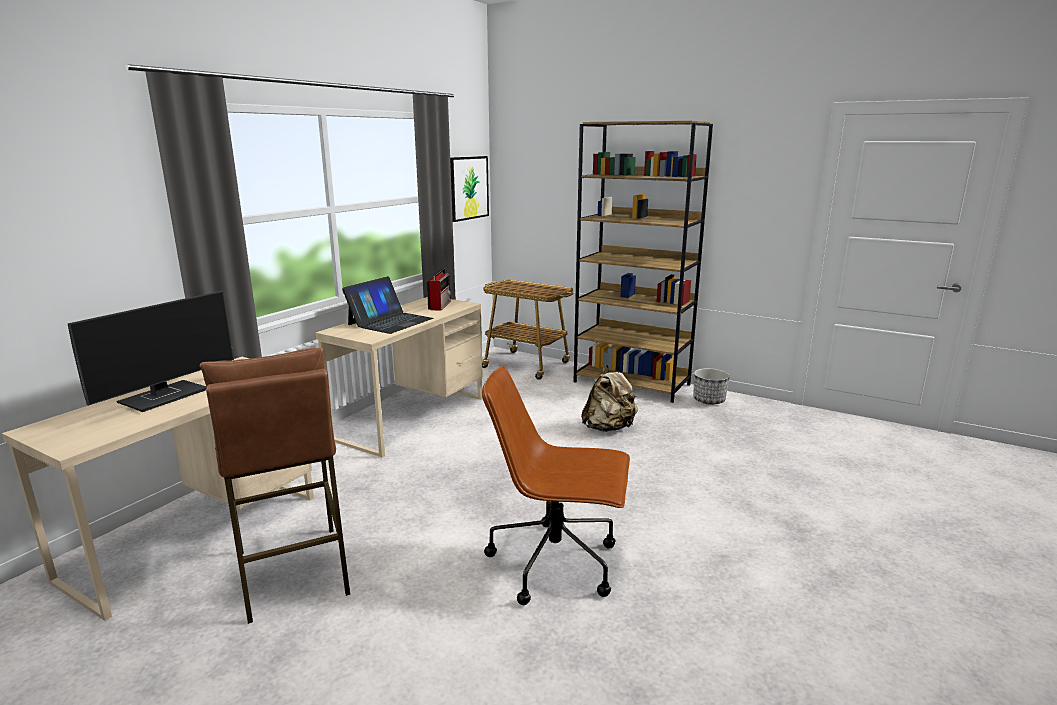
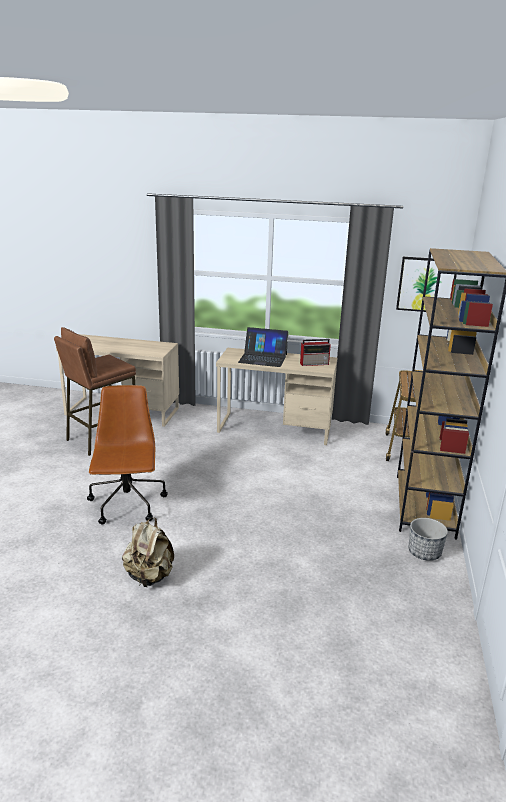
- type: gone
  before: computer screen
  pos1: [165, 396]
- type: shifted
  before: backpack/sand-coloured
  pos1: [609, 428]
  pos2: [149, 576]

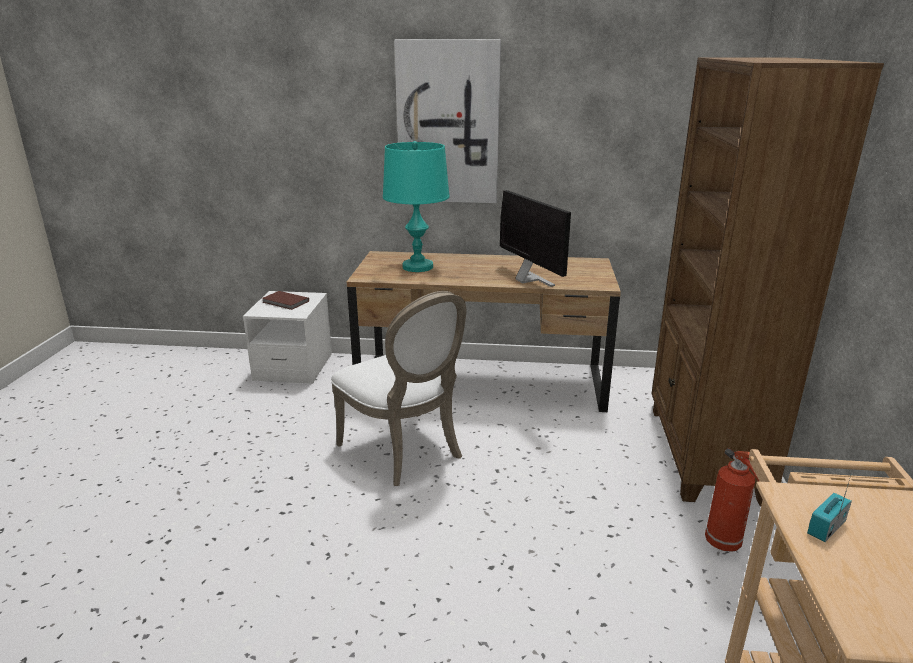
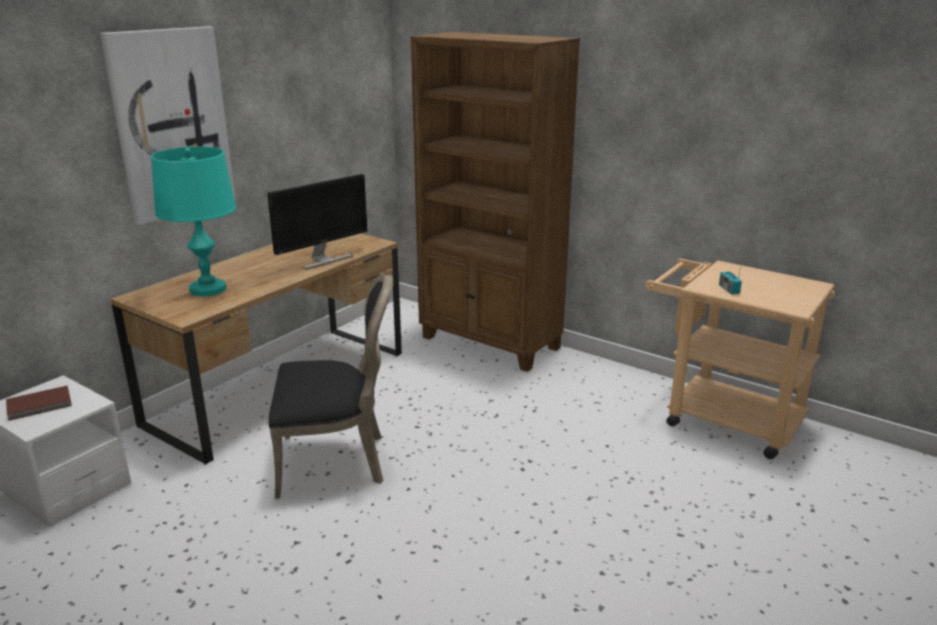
- type: repainted
  before: upright chair/white
  after: upright chair/blackish
  pos1: [405, 451]
  pos2: [336, 462]
- type: rotated
  before: computer screen
  pos1: [529, 279]
  pos2: [323, 260]
  turn: 135
- type: gone
  before: extinguisher
  pos1: [724, 544]

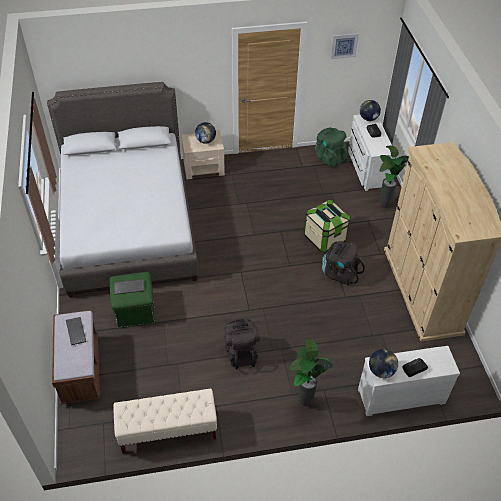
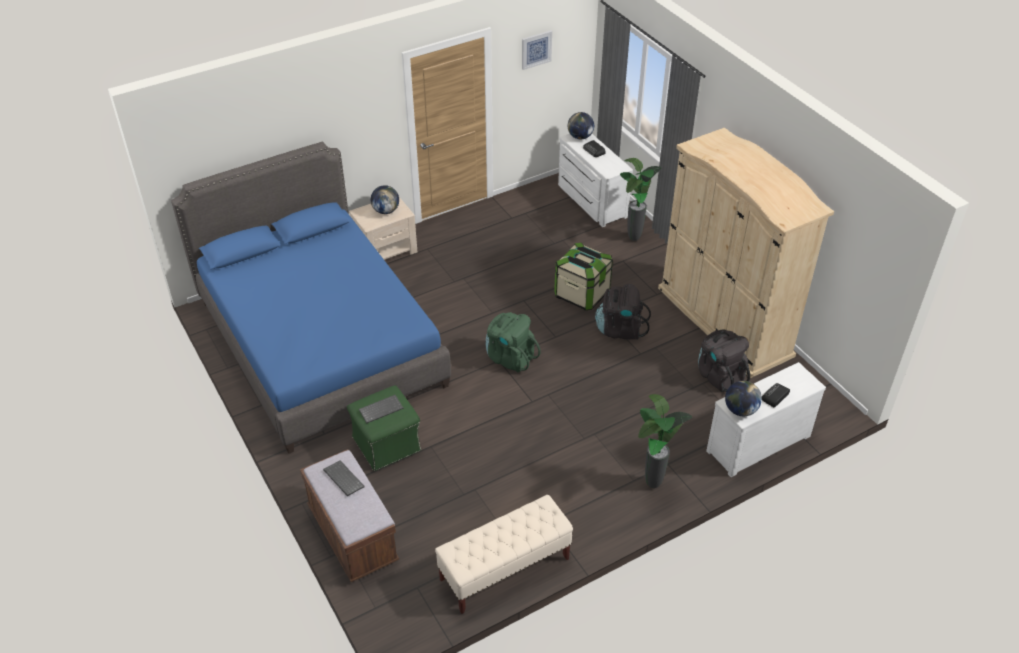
- type: repainted
  before: sleeping bed/grey
  after: sleeping bed/bluish
  pos1: [128, 223]
  pos2: [320, 343]
- type: shifted
  before: backpack/blackish
  pos1: [241, 352]
  pos2: [719, 375]
- type: shifted
  before: backpack/green
  pos1: [329, 157]
  pos2: [510, 357]

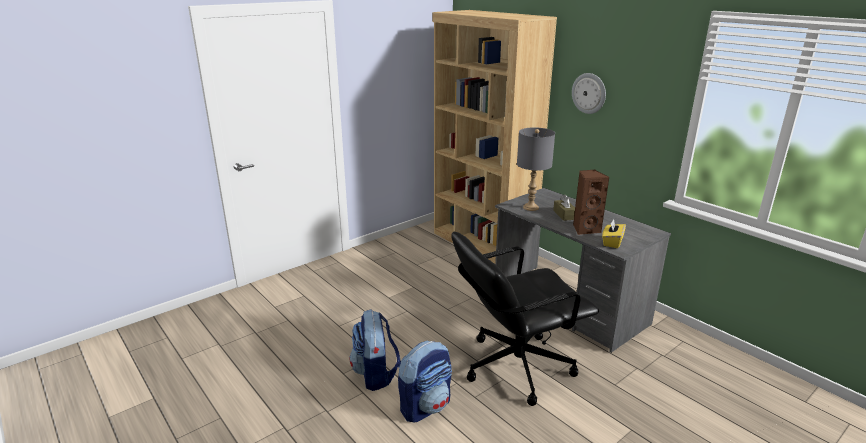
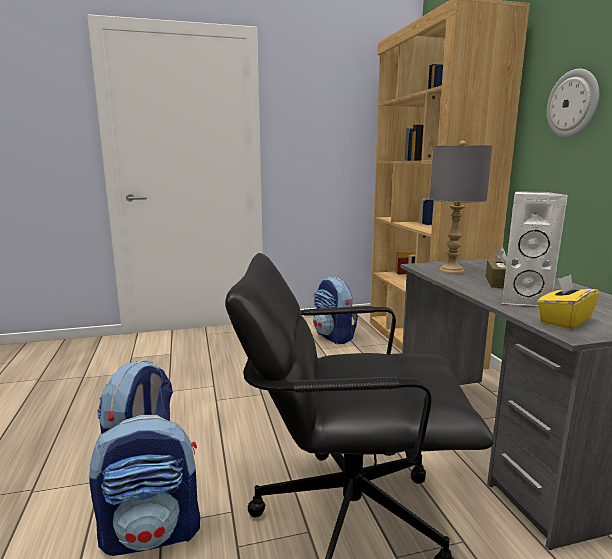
- type: repainted
  before: loudspeaker/brown
  after: loudspeaker/white
  pos1: [585, 229]
  pos2: [523, 300]
- type: new
  after: backpack
  pos2: [334, 336]

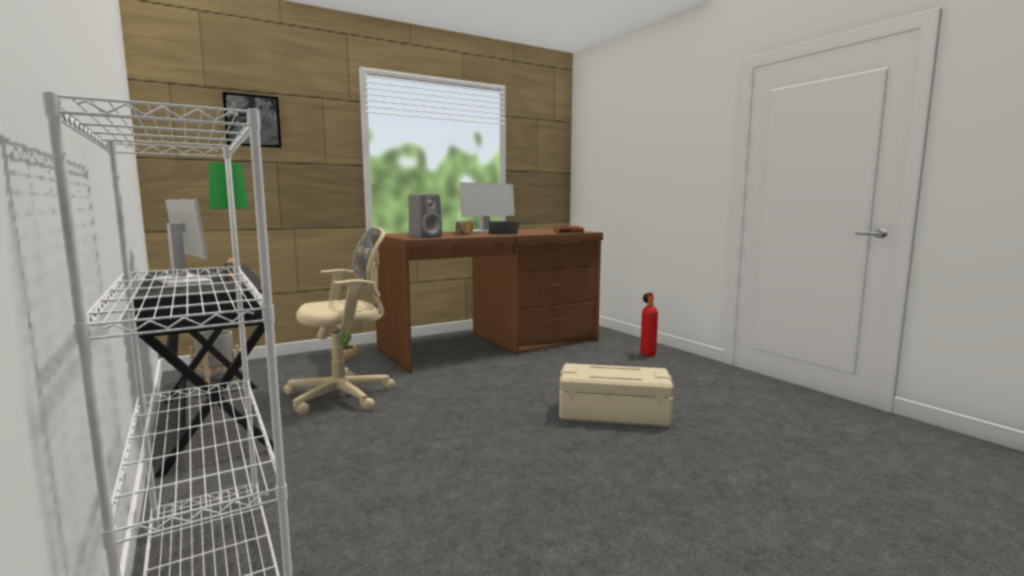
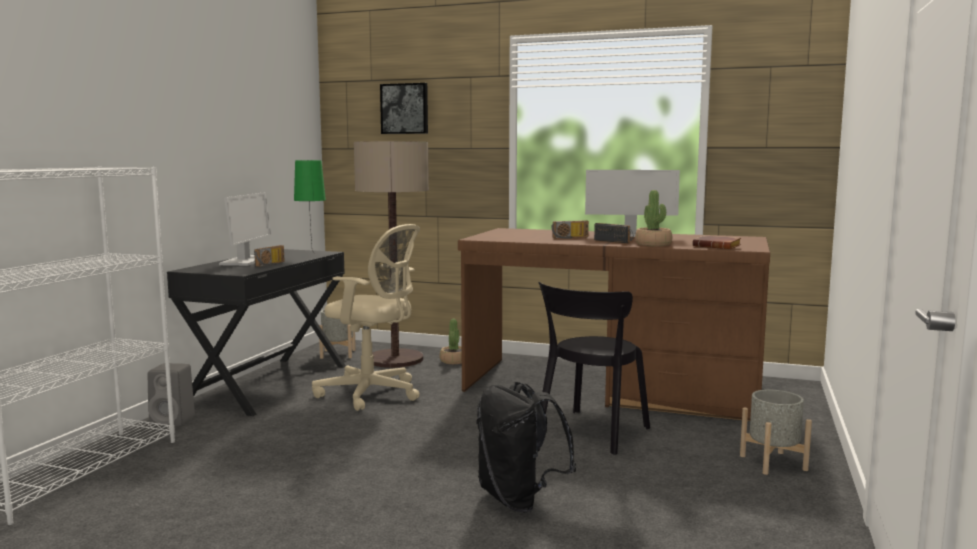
- type: shifted
  before: loudspeaker/grey
  pos1: [426, 237]
  pos2: [174, 420]
- type: swapped
  before: storage box/sand-coloured
  after: backpack/blackish
  pos1: [614, 413]
  pos2: [519, 499]
- type: swapped
  before: extinguisher
  after: plant pot/grey
  pos1: [647, 354]
  pos2: [773, 462]
- type: new
  after: standard lamp
  pos2: [395, 359]
- type: new
  after: upright chair/blackish
  pos2: [590, 433]
- type: new
  after: plant in a pot
  pos2: [653, 244]

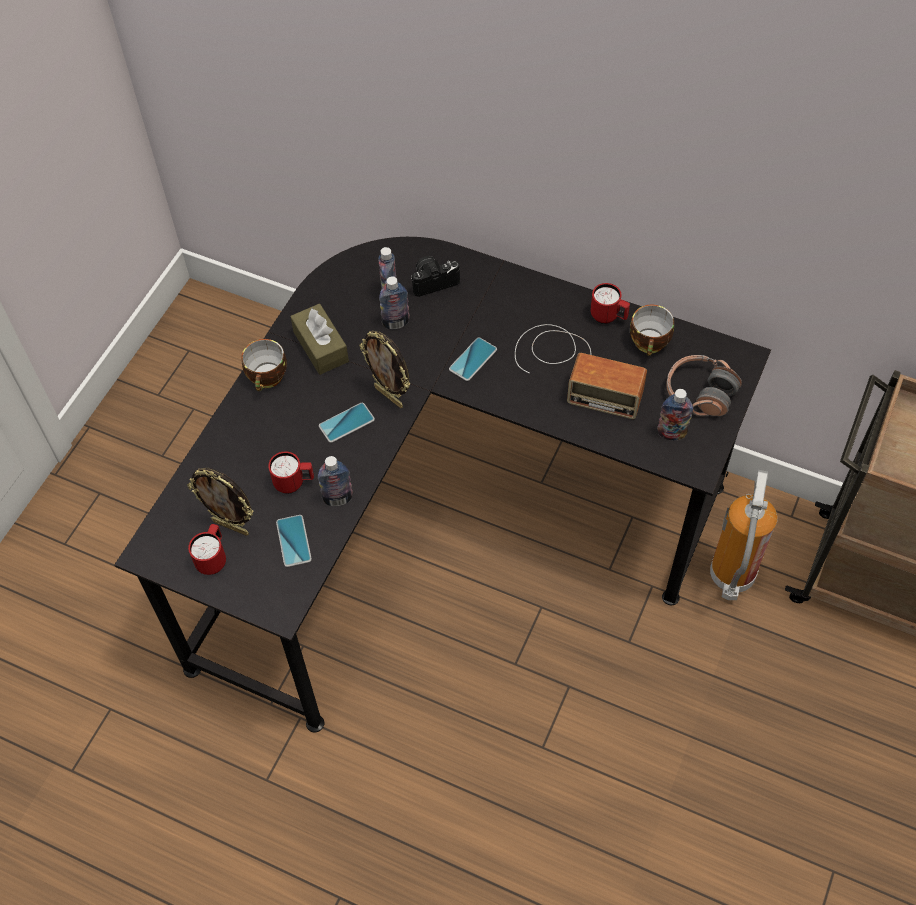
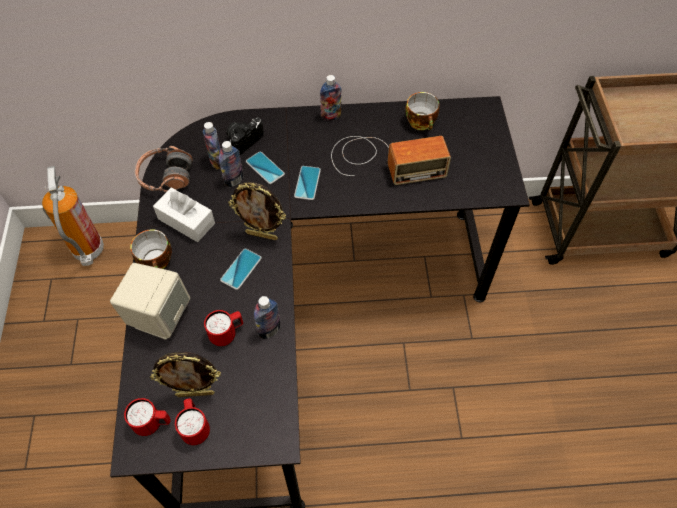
- type: shifted
  before: phone
  pos1: [293, 541]
  pos2: [265, 168]
- type: repainted
  before: box of tissues/brown
  after: box of tissues/white
  pos1: [321, 347]
  pos2: [186, 221]
- type: shifted
  before: tea mug/reddish
  pos1: [608, 317]
  pos2: [153, 424]
- type: shifted
  before: drink bottle
  pos1: [671, 433]
  pos2: [331, 116]
- type: shifted
  before: pair of headphones
  pos1: [700, 393]
  pos2: [166, 176]
- type: shifted
  before: extinguisher
  pos1: [731, 577]
  pos2: [89, 251]
- type: new
  after: loudspeaker/sand-coloured
  pos2: [159, 316]

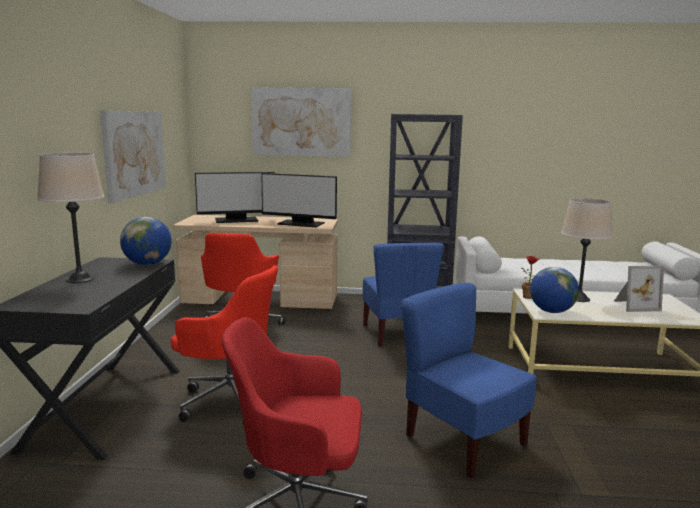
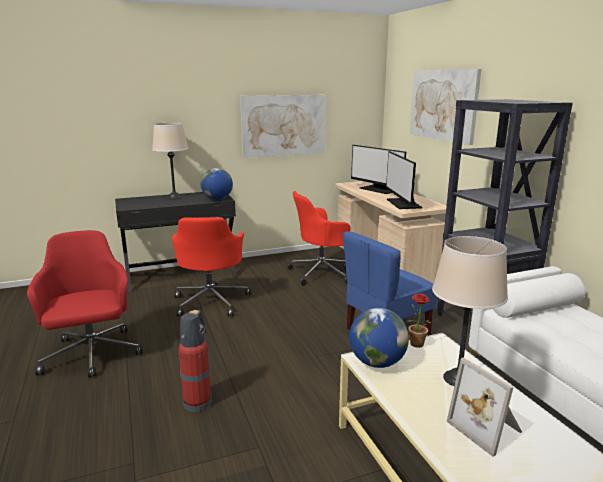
- type: swapped
  before: upright chair/bluish
  after: extinguisher
  pos1: [463, 442]
  pos2: [198, 401]

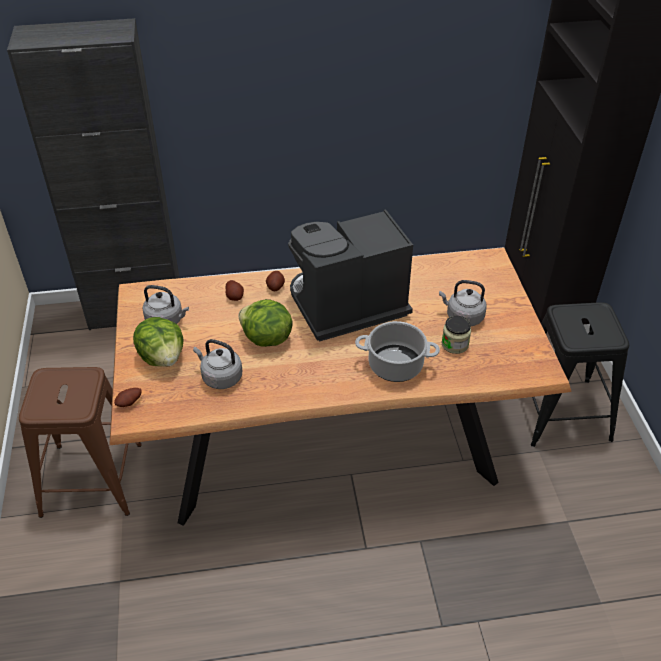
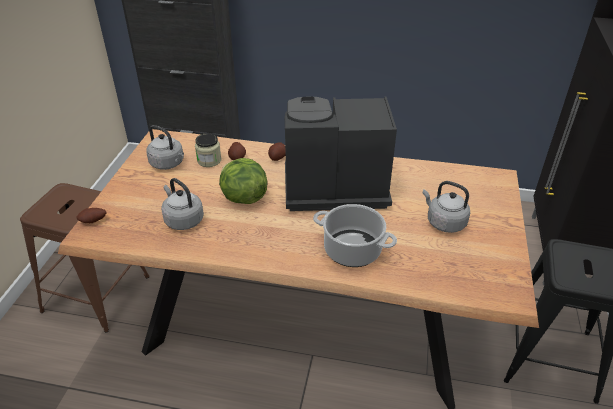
- type: gone
  before: lettuce
  pos1: [163, 357]
- type: shifted
  before: preserve jar
  pos1: [455, 344]
  pos2: [209, 160]

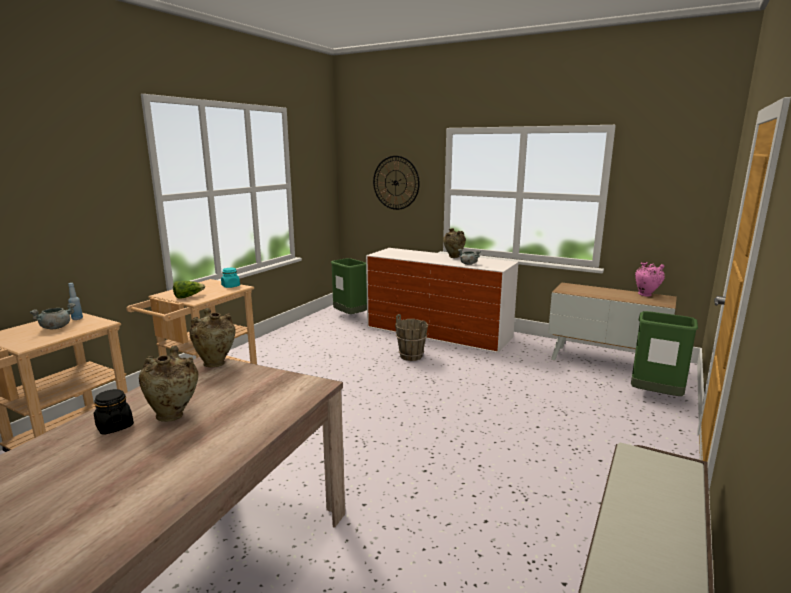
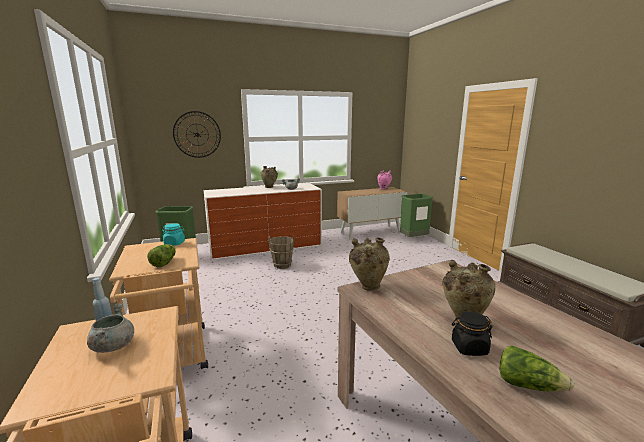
- type: new
  after: lettuce
  pos2: [527, 385]

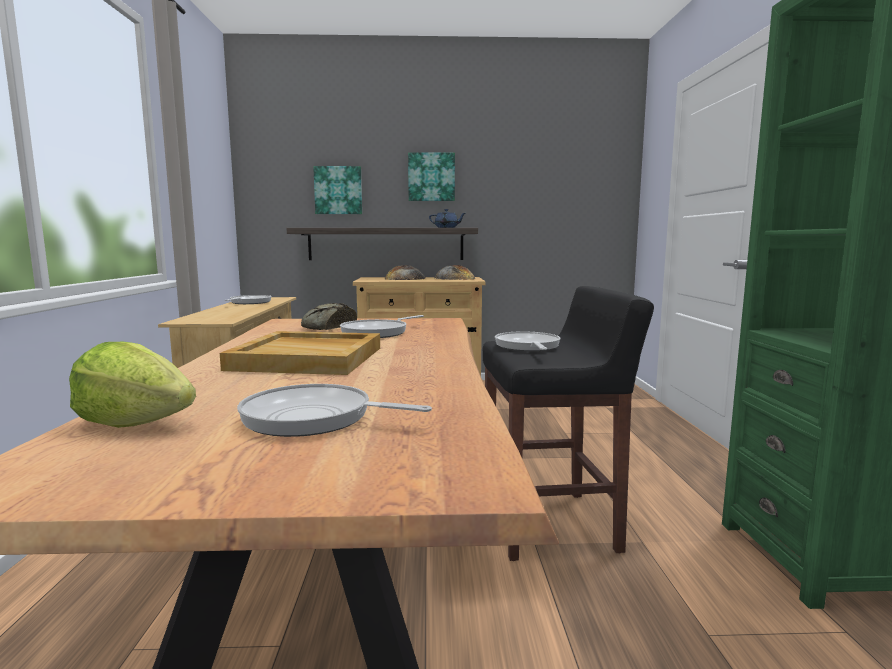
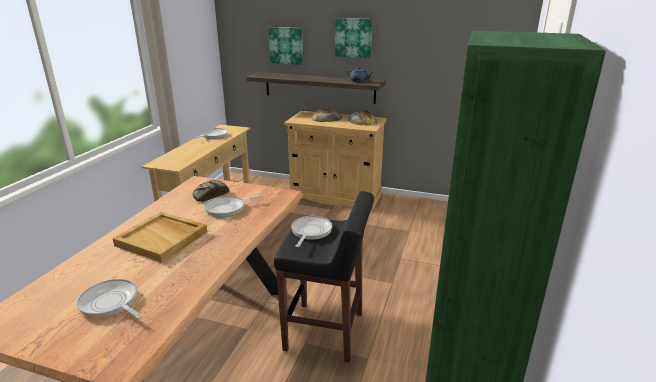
- type: gone
  before: lettuce
  pos1: [136, 423]

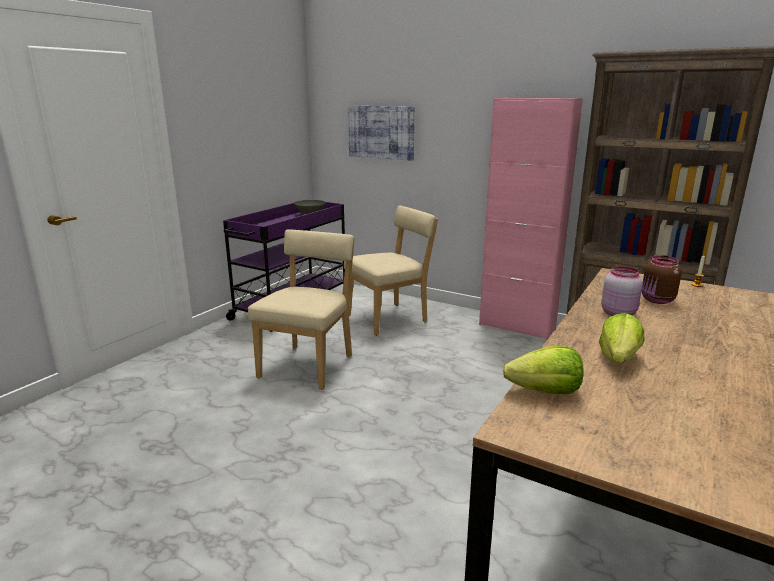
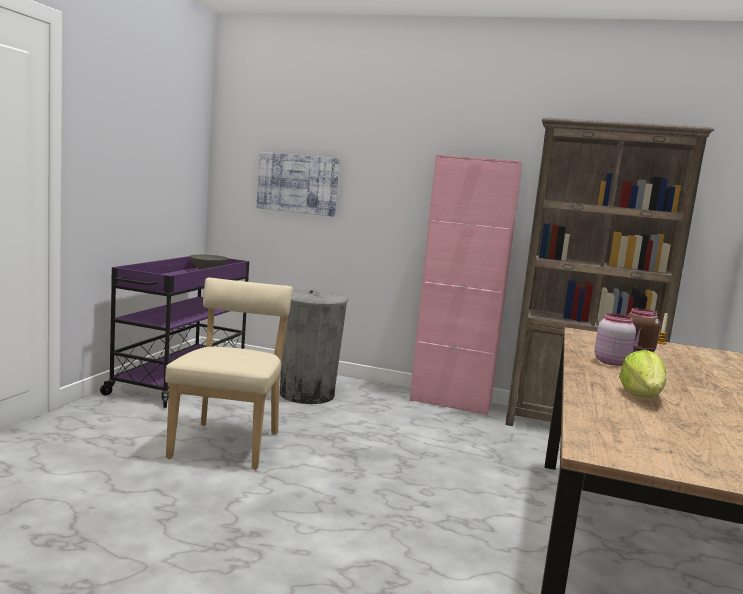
- type: swapped
  before: upright chair/sand-coloured
  after: trash can/grey
  pos1: [390, 318]
  pos2: [307, 394]
- type: gone
  before: lettuce
  pos1: [545, 391]

